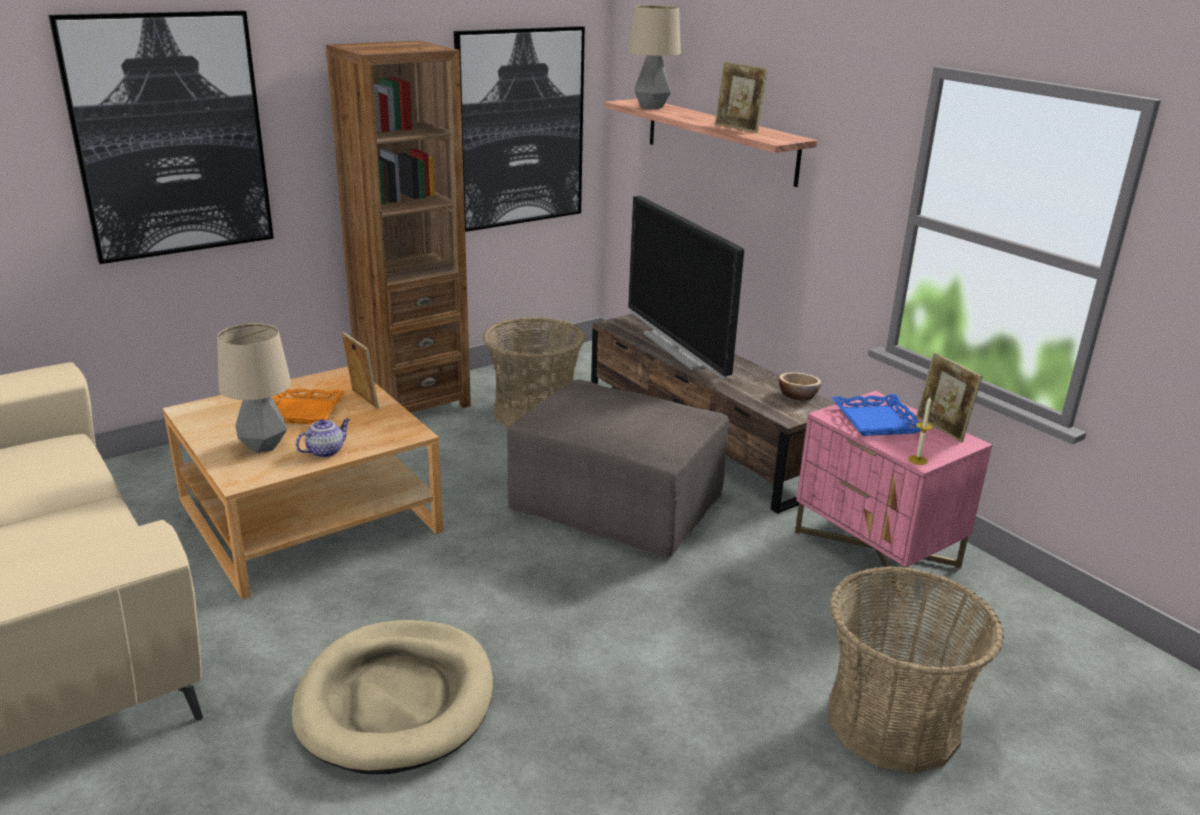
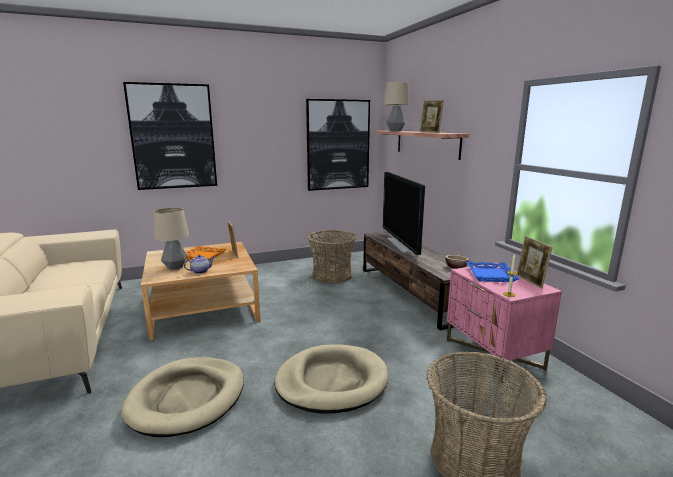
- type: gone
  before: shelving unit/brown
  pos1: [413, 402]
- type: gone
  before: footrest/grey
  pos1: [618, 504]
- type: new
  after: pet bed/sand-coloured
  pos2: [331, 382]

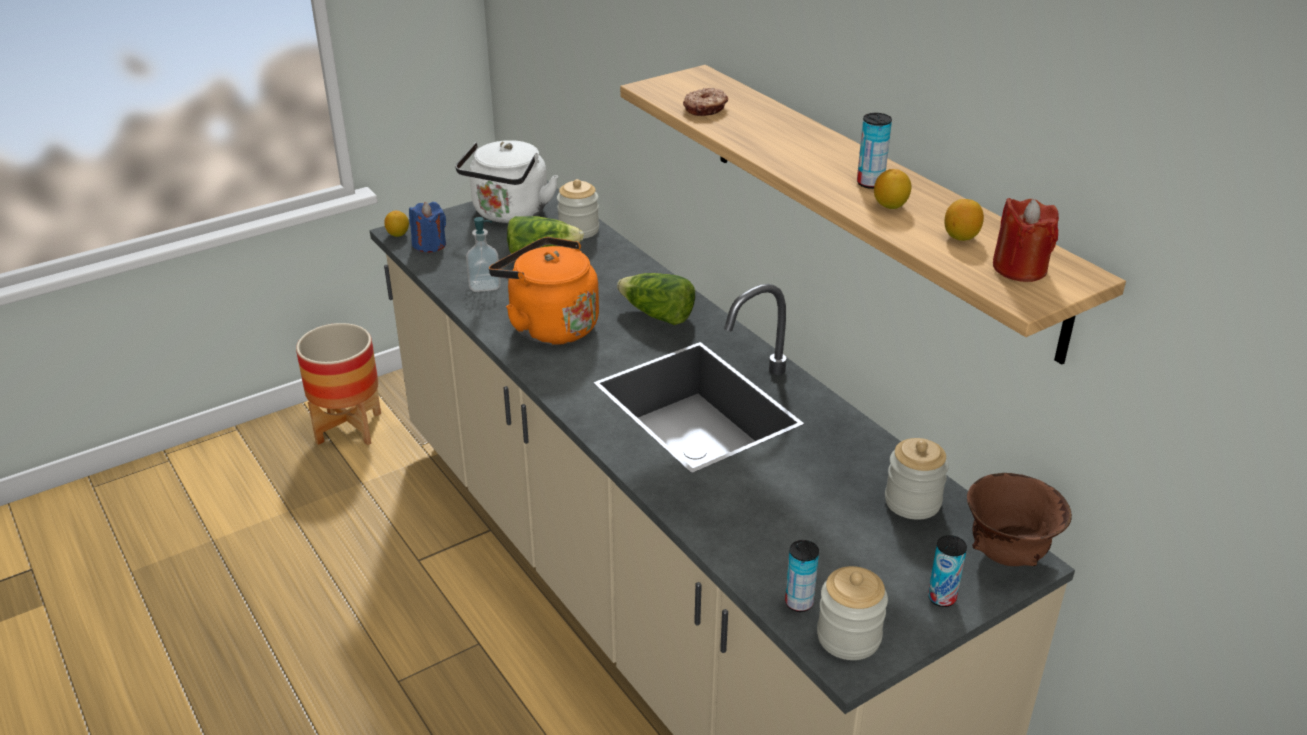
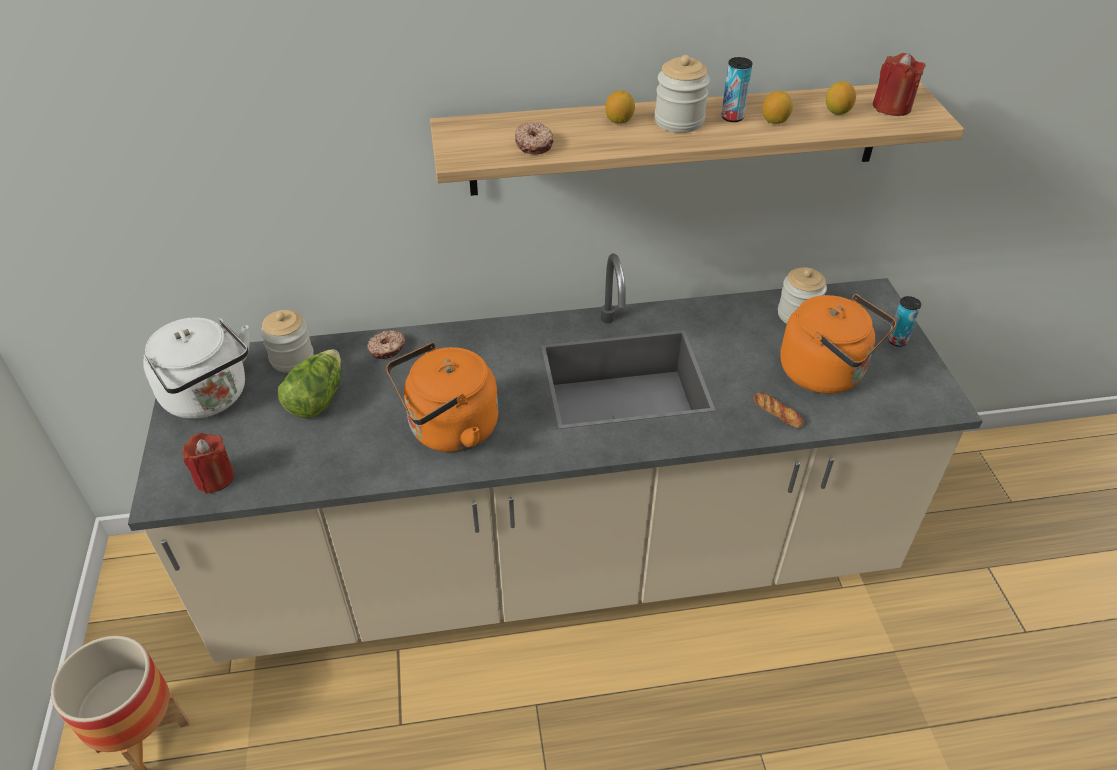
- type: shifted
  before: citrus fruit
  pos1: [398, 234]
  pos2: [619, 121]
- type: repainted
  before: candle/bluish
  after: candle/reddish
  pos1: [429, 245]
  pos2: [214, 478]
- type: gone
  before: liquid soap bottle
  pos1: [484, 285]
- type: gone
  before: lettuce
  pos1: [657, 315]
- type: gone
  before: sealed can
  pos1: [799, 603]
- type: shifted
  before: preserve jar
  pos1: [848, 637]
  pos2: [679, 121]
- type: gone
  before: deep dish/brown
  pos1: [1007, 555]
- type: new
  after: ring doughnut
  pos2: [387, 349]
- type: new
  after: baked bread
  pos2: [777, 413]
- type: new
  after: kettle/orangey
  pos2: [826, 373]

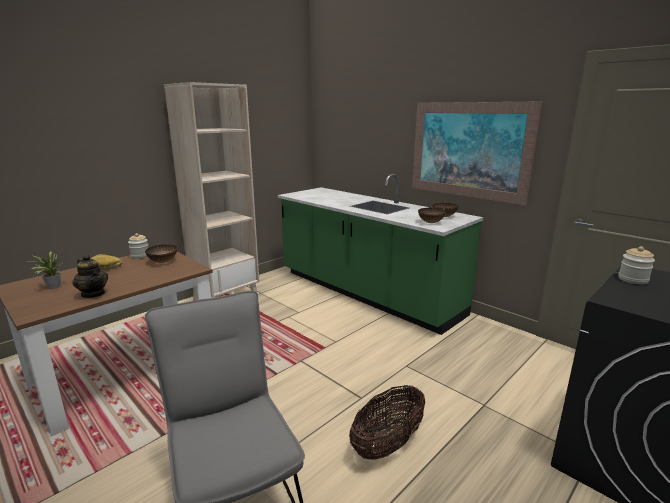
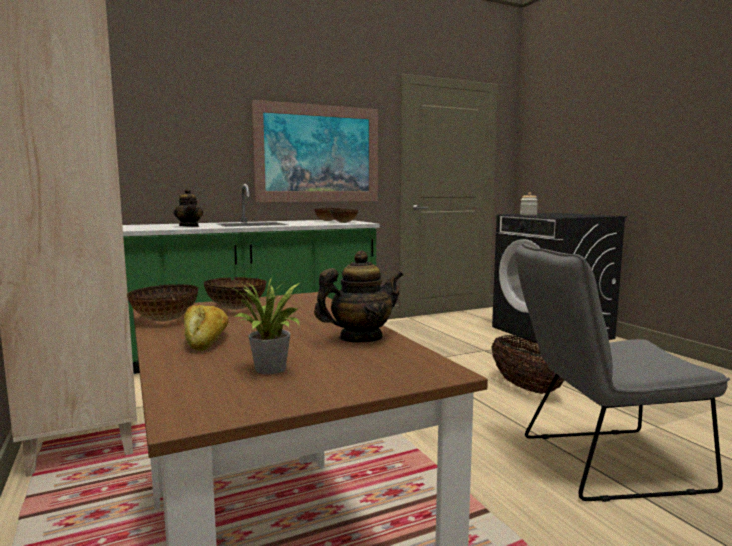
- type: swapped
  before: preserve jar
  after: deep dish
  pos1: [140, 256]
  pos2: [164, 320]
- type: new
  after: teapot
  pos2: [189, 226]

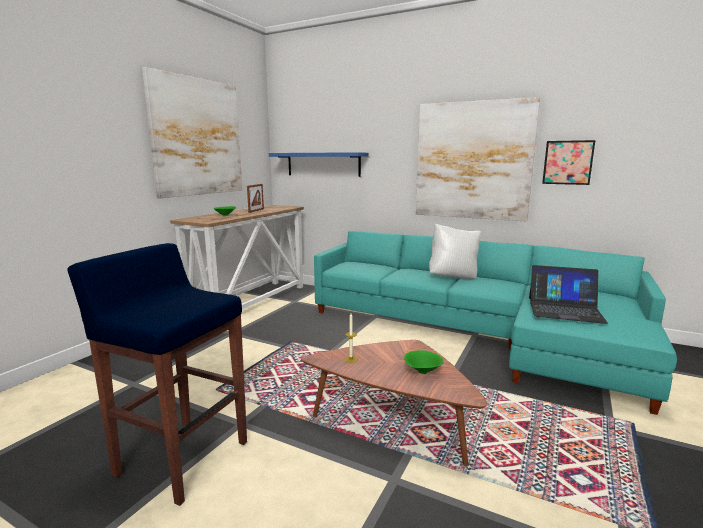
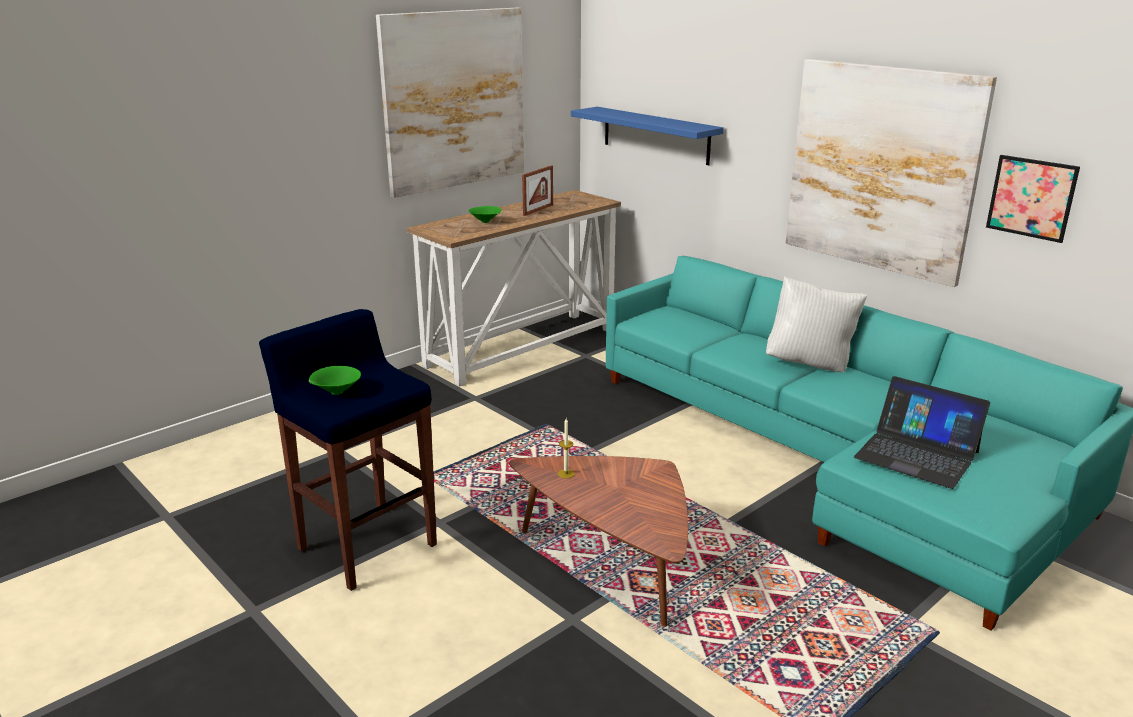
- type: shifted
  before: deep dish/green
  pos1: [422, 372]
  pos2: [336, 392]

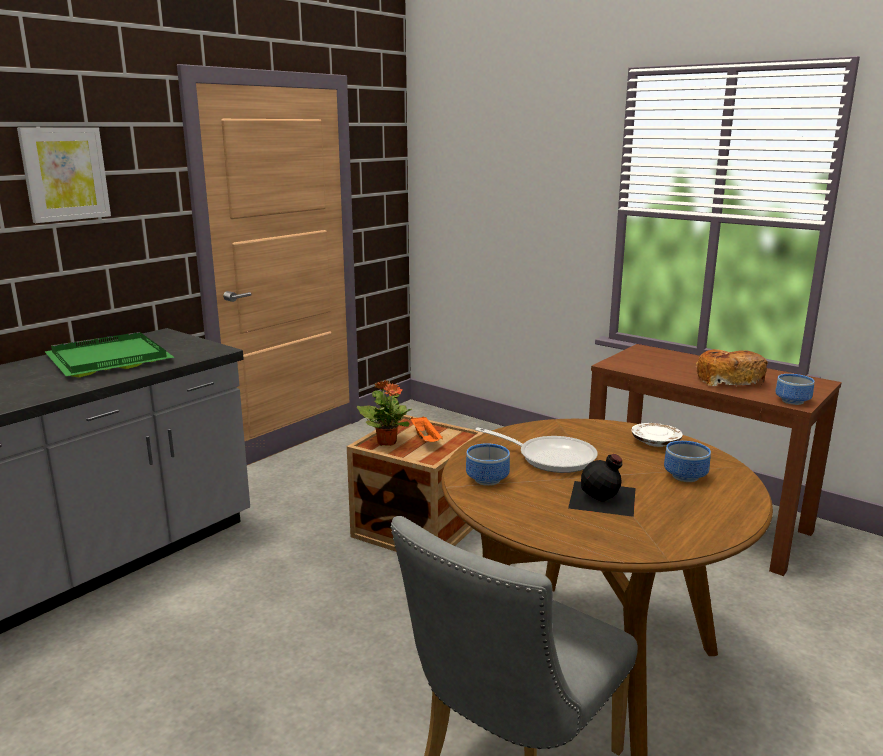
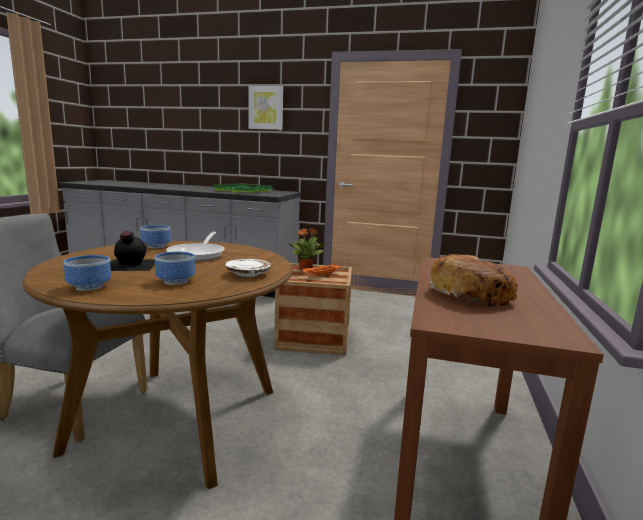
- type: shifted
  before: deep dish
  pos1: [791, 401]
  pos2: [88, 286]

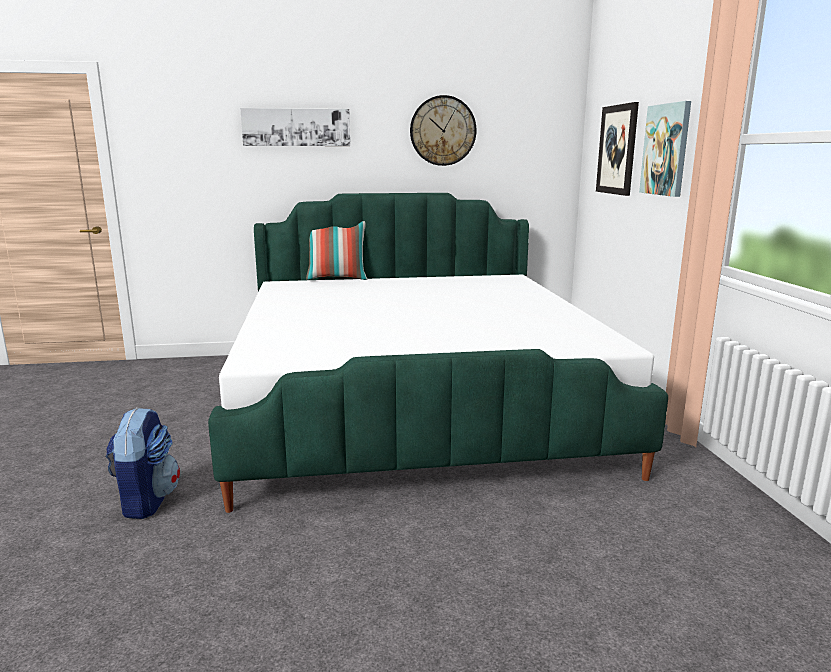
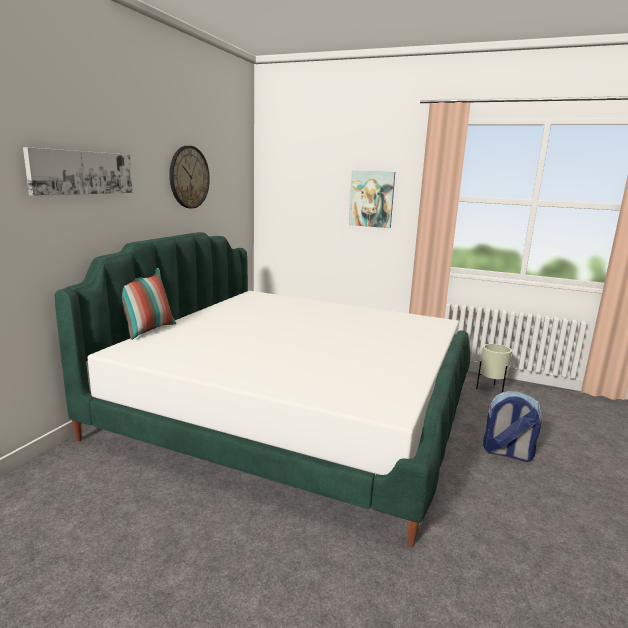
- type: shifted
  before: backpack
  pos1: [146, 501]
  pos2: [507, 453]
- type: gone
  before: wall picture
  pos1: [617, 150]
- type: new
  after: plant pot/sand-coloured
  pos2: [491, 389]

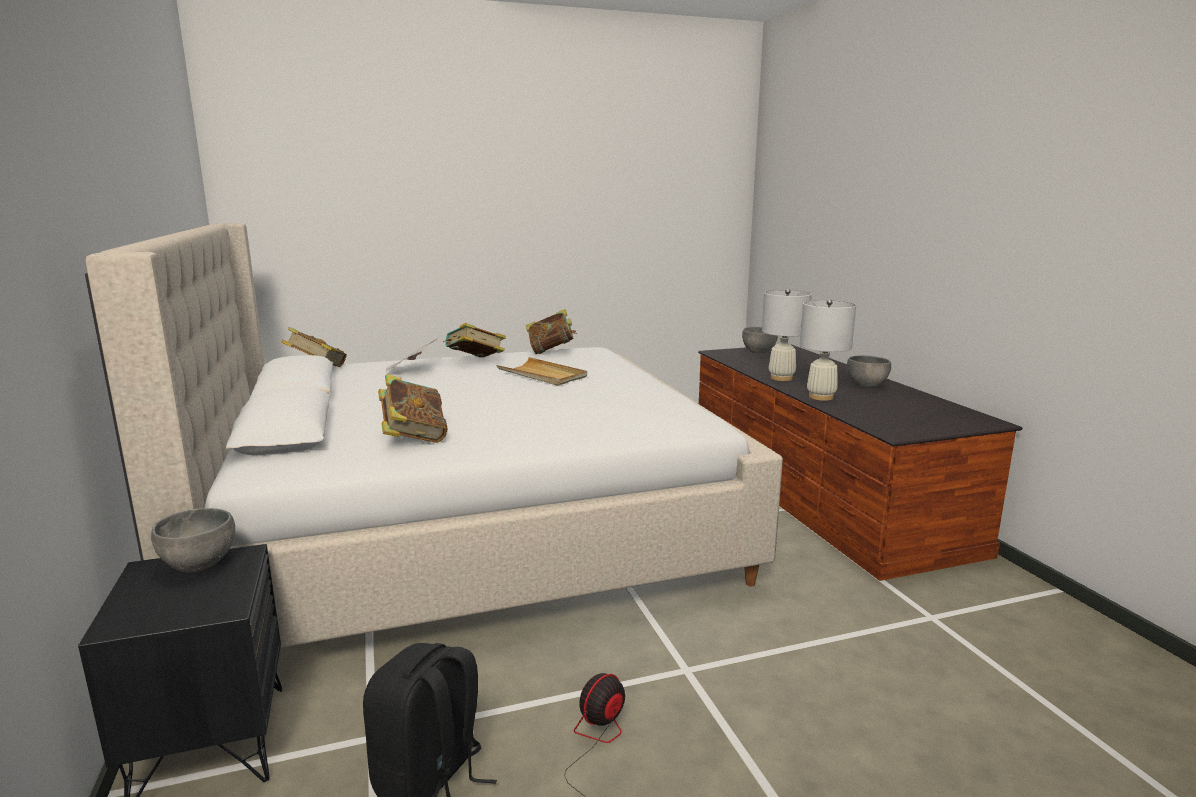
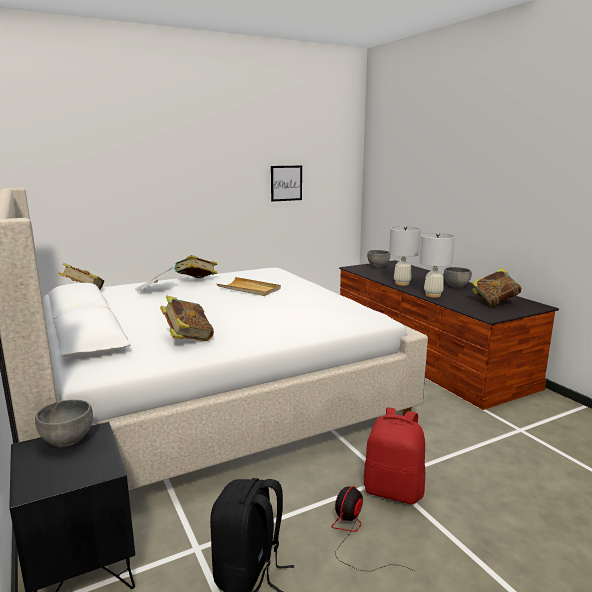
- type: shifted
  before: volume
  pos1: [551, 351]
  pos2: [494, 303]
- type: new
  after: wall picture
  pos2: [286, 183]
- type: new
  after: backpack/reddish
  pos2: [394, 490]

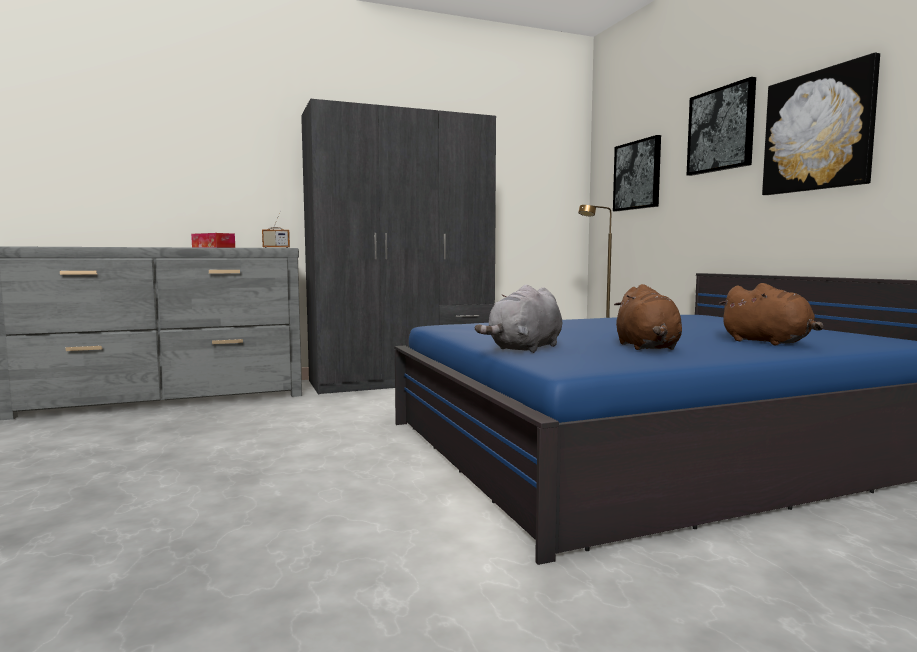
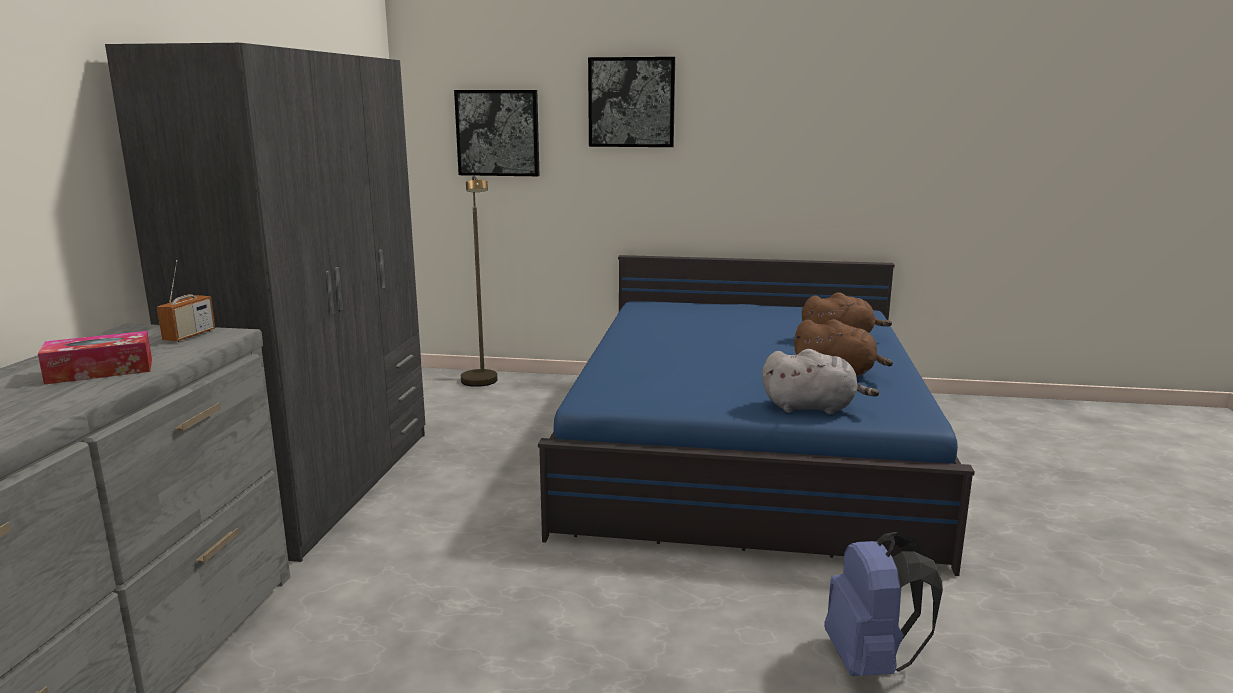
- type: rotated
  before: plush toy/grey
  pos1: [524, 349]
  pos2: [812, 408]
  turn: -60
- type: gone
  before: wall picture
  pos1: [818, 131]
- type: new
  after: backpack/bluish
  pos2: [871, 662]

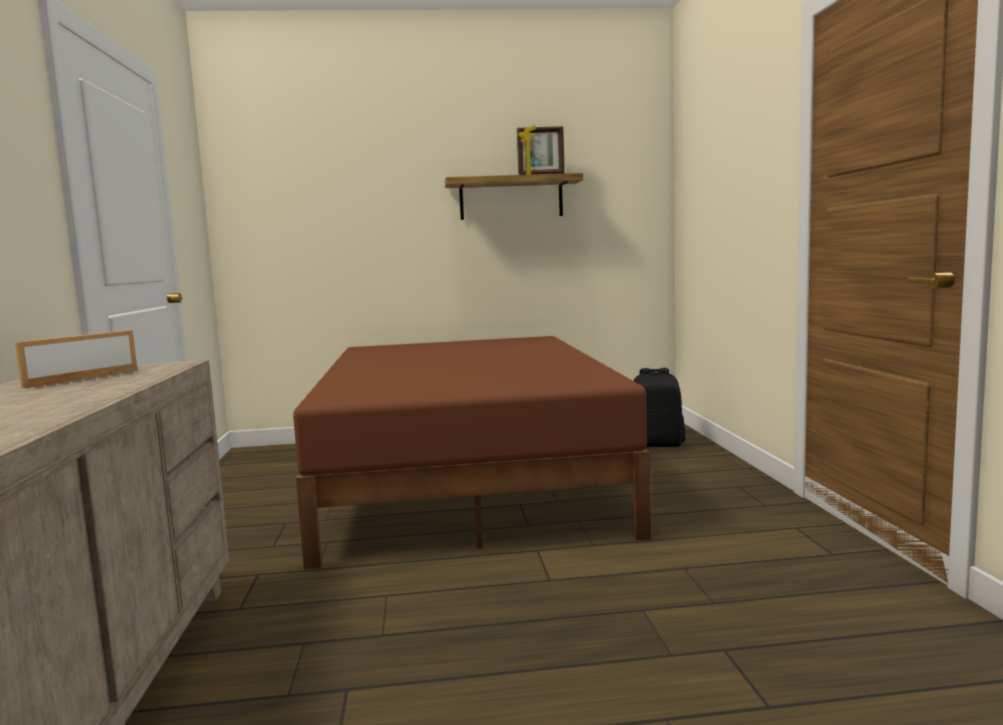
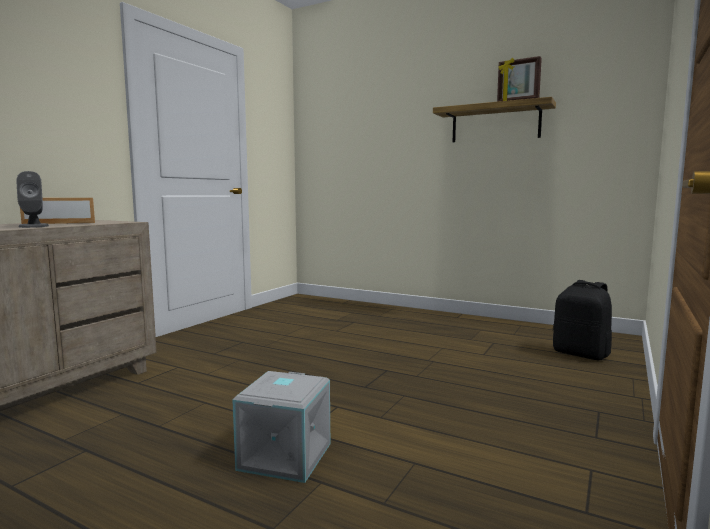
- type: gone
  before: sleeping bed/brown
  pos1: [467, 478]
- type: new
  after: loudspeaker/grey
  pos2: [34, 226]
- type: new
  after: storage box/grey
  pos2: [286, 457]

